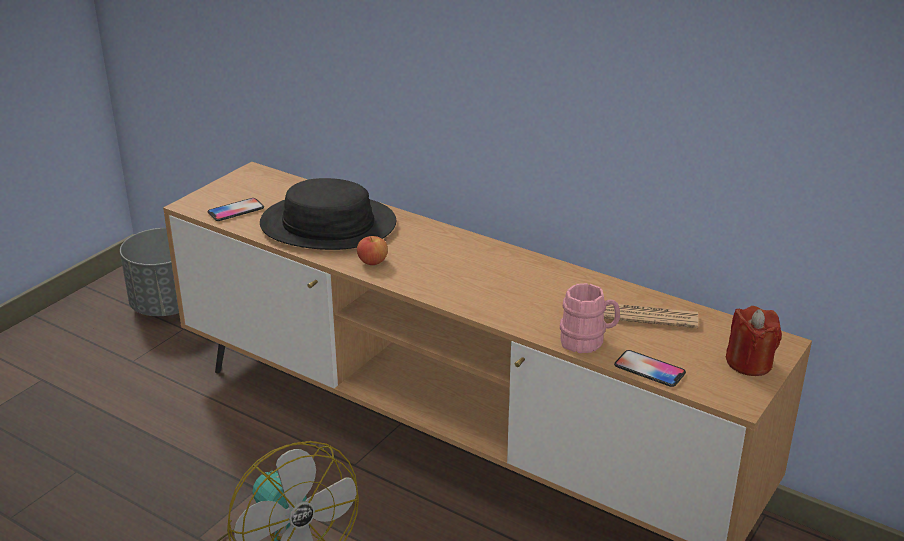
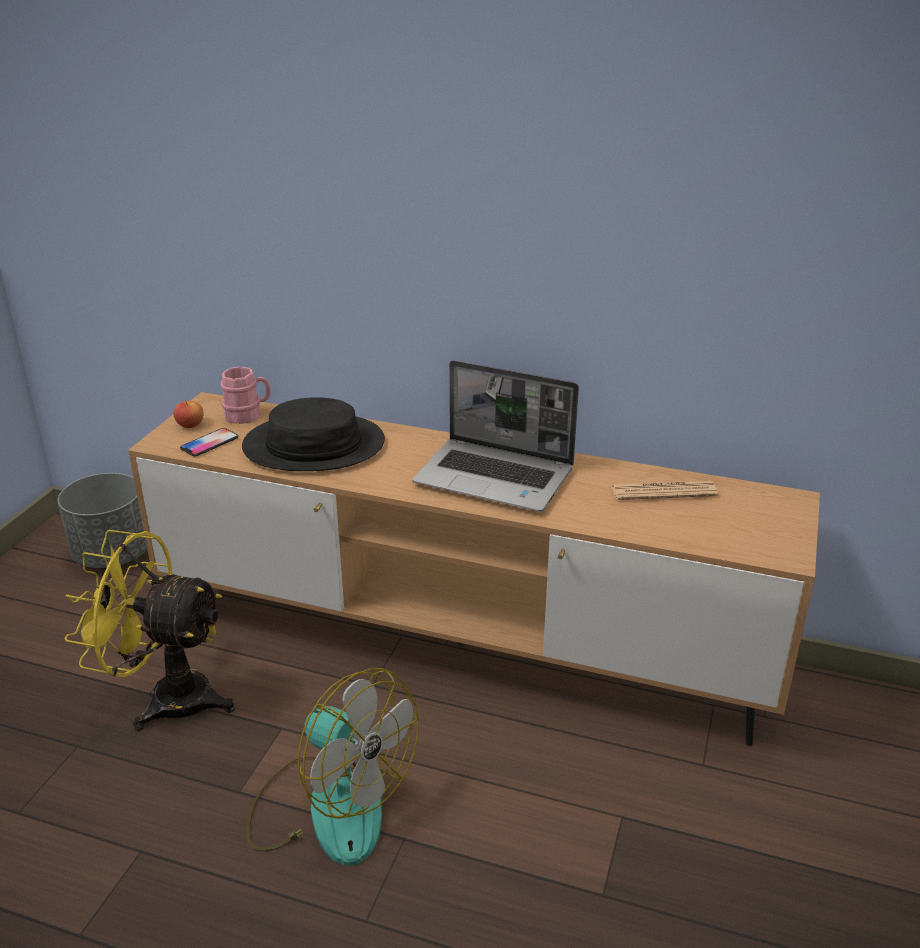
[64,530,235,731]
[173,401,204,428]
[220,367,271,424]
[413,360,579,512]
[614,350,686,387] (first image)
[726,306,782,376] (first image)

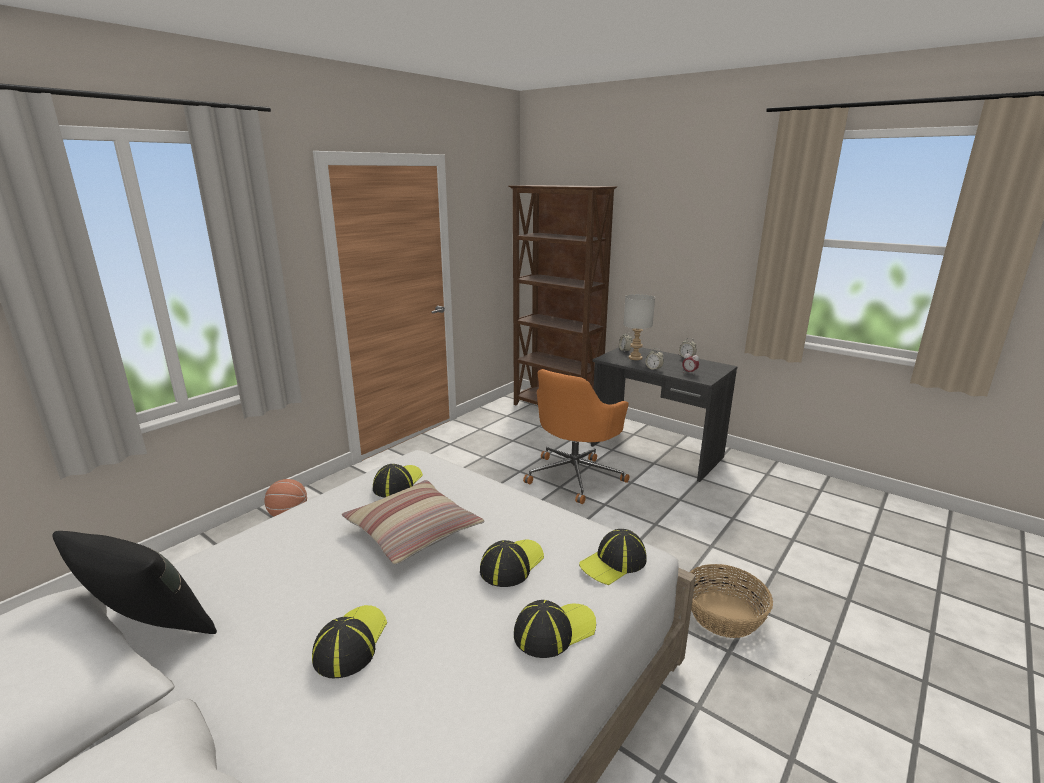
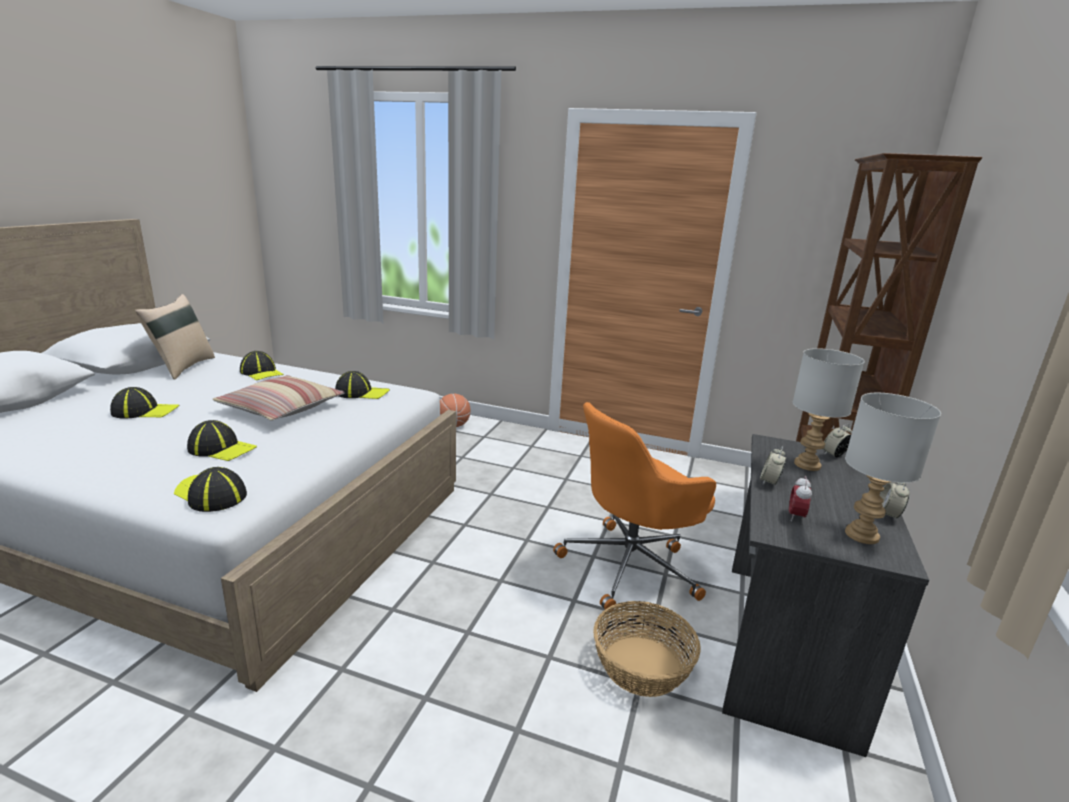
[135,294,215,380]
[240,351,284,380]
[553,402,716,612]
[593,601,701,697]
[845,393,941,544]

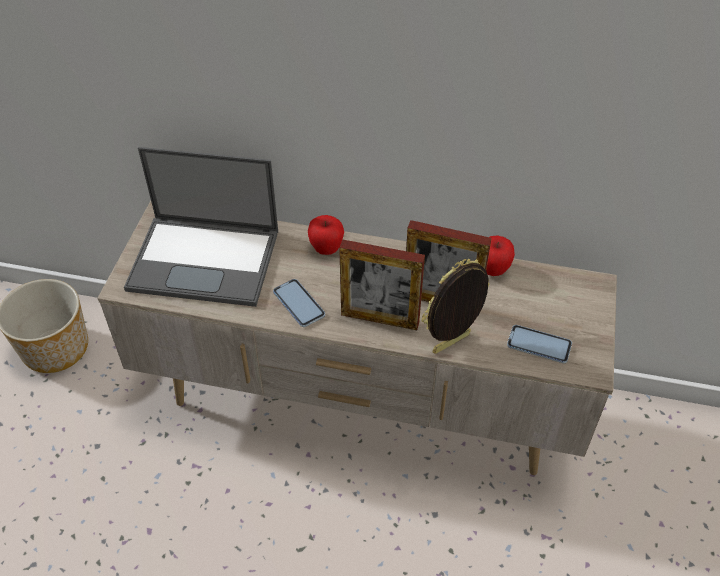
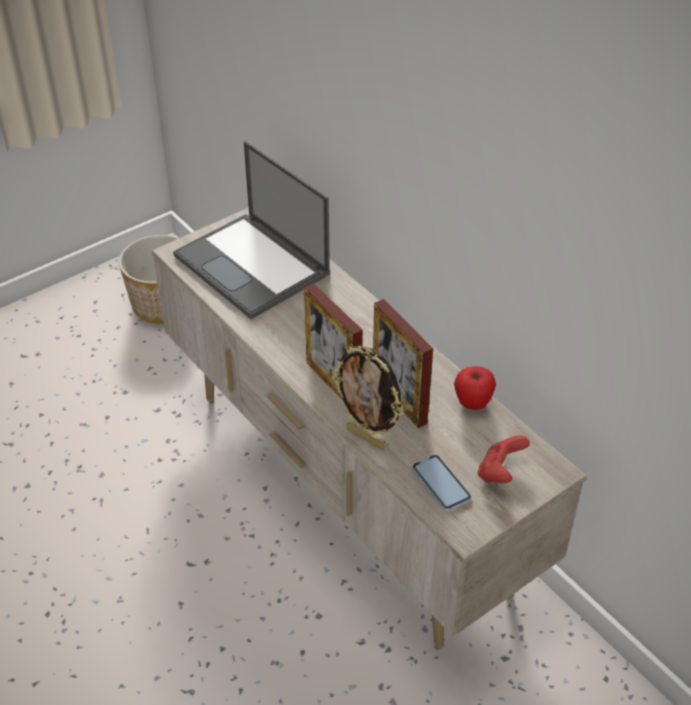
[332,345,404,450]
[478,435,530,483]
[273,279,325,327] (first image)
[308,215,344,255] (first image)

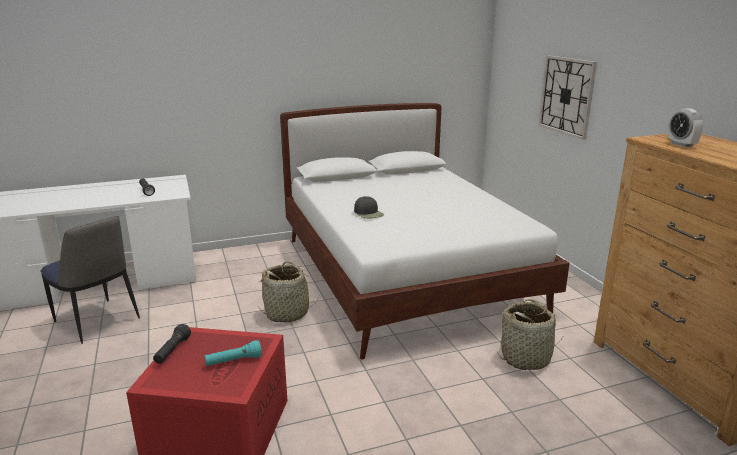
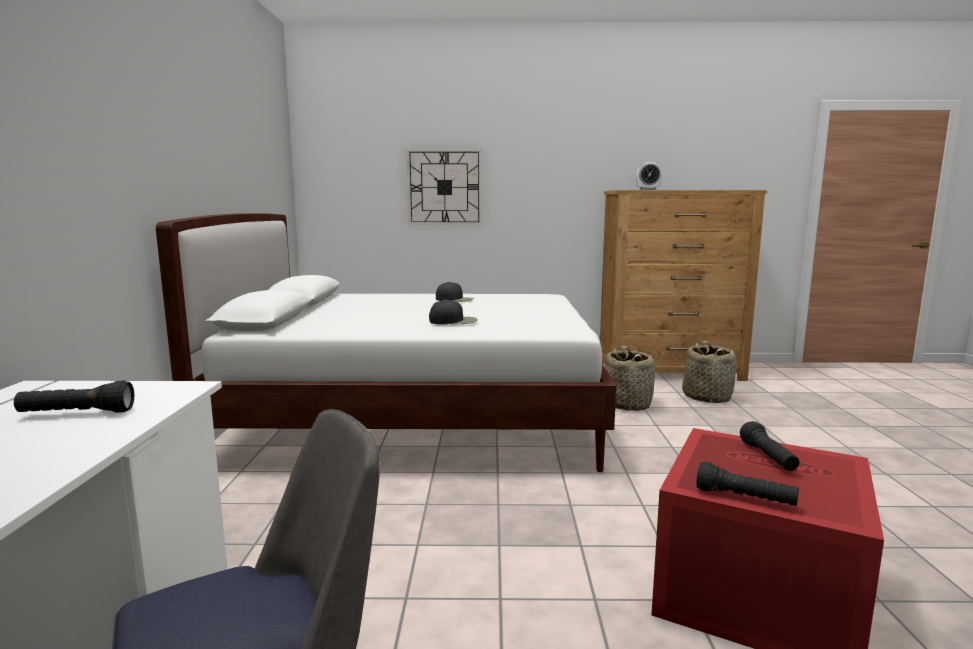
[436,282,474,302]
[682,340,736,403]
[740,421,799,471]

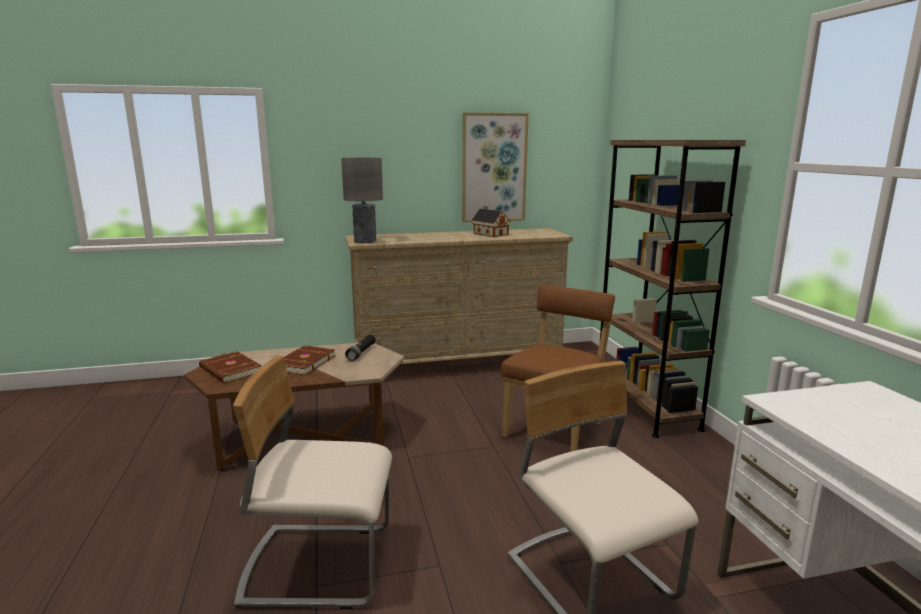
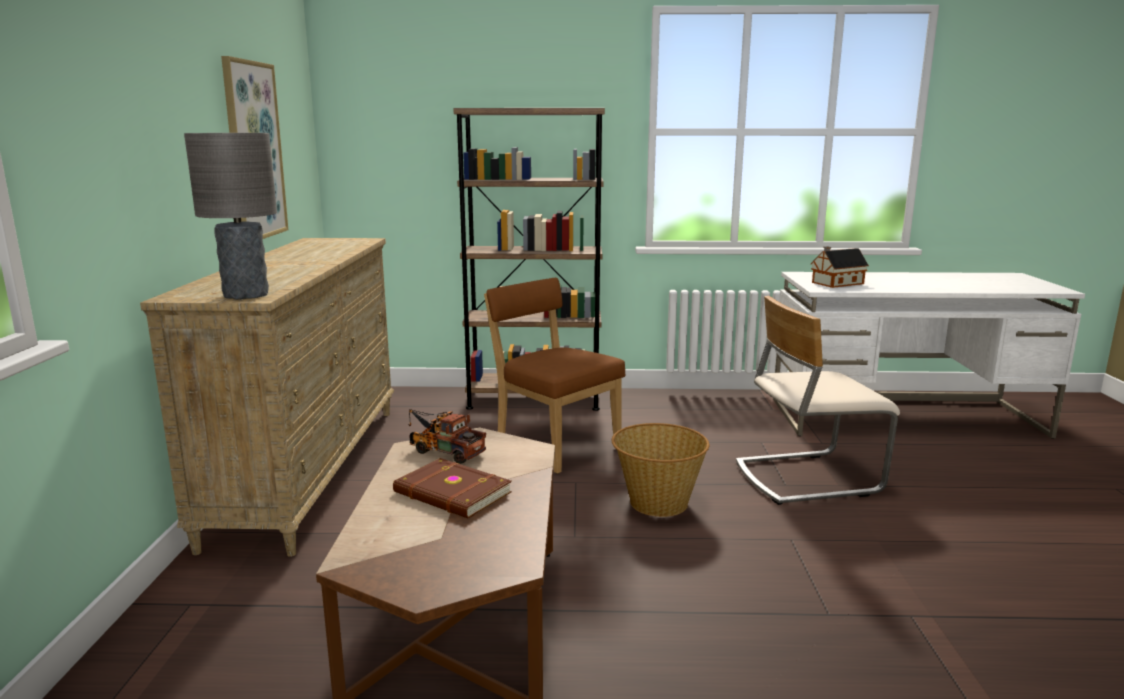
[408,409,486,464]
[612,423,709,517]
[811,246,869,288]
[199,351,262,383] (first image)
[233,356,392,609] (first image)

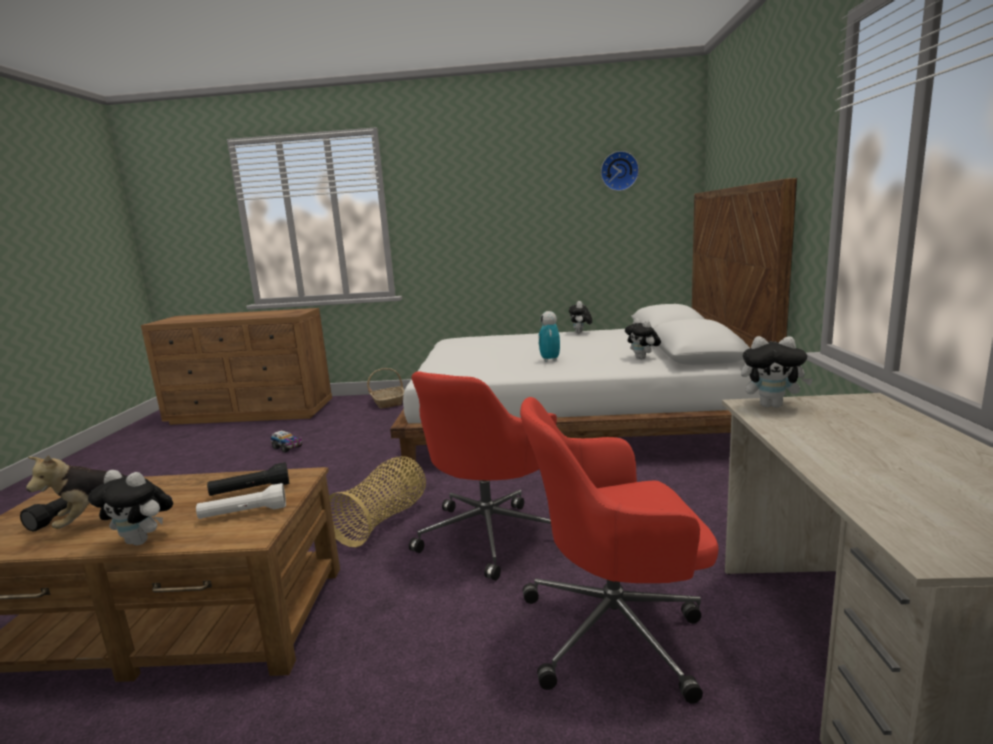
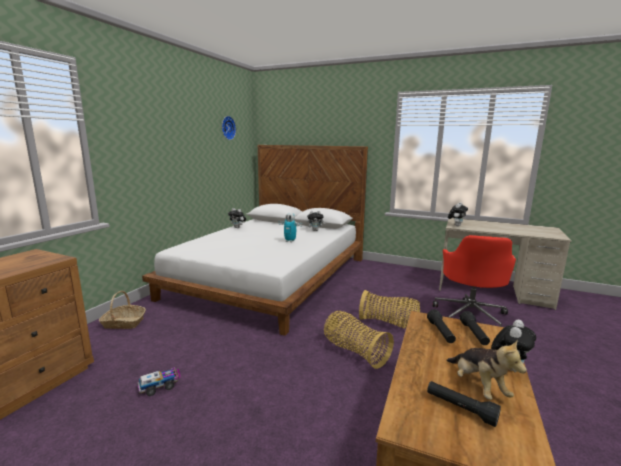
[359,290,420,329]
[460,311,490,345]

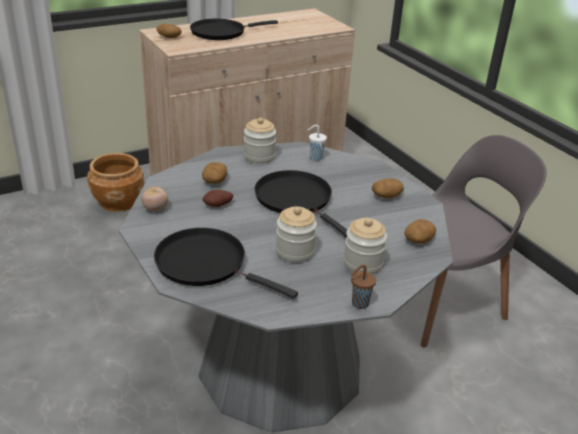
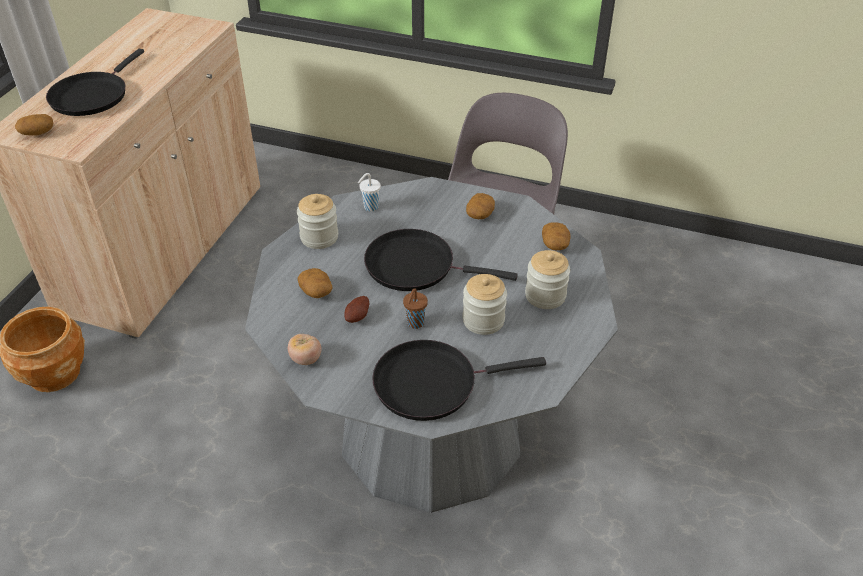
[403,288,428,329]

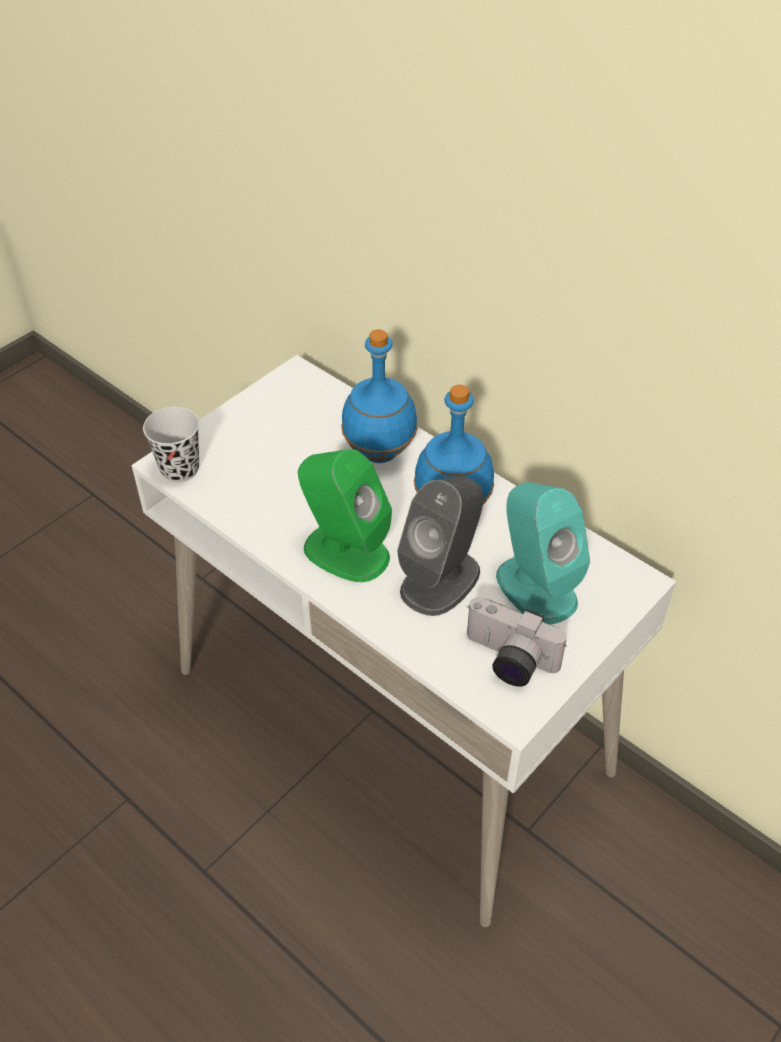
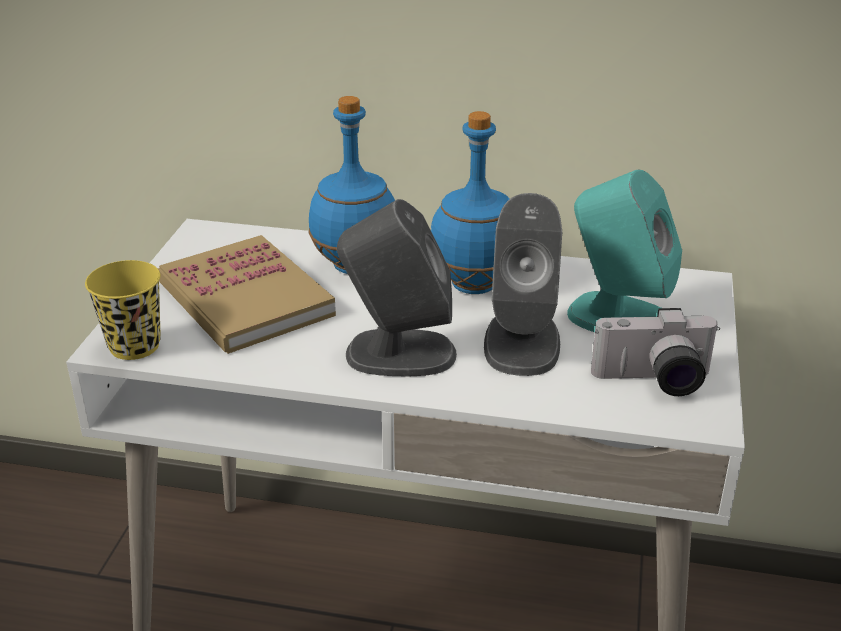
[85,260,161,360]
[158,235,336,354]
[337,199,457,376]

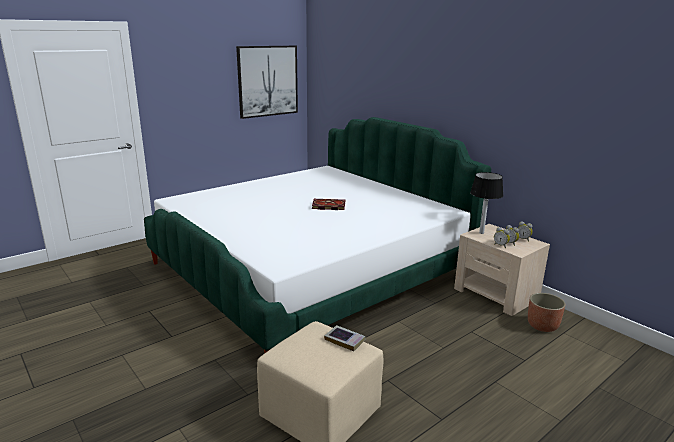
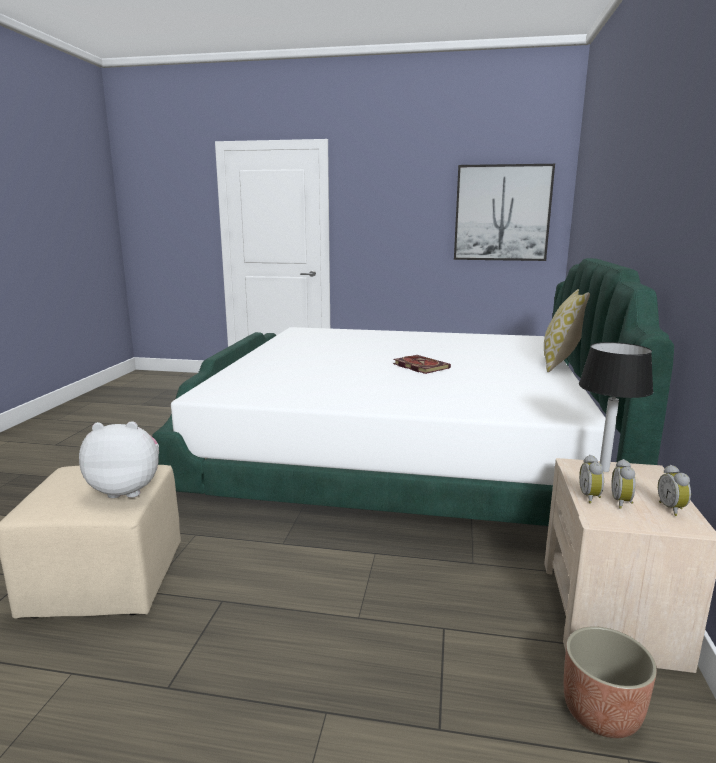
[79,421,159,498]
[544,289,590,372]

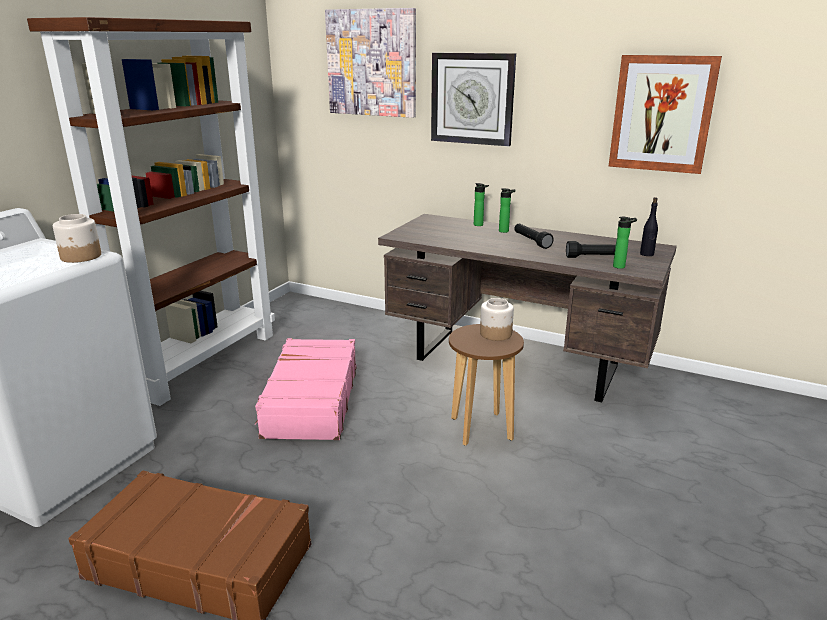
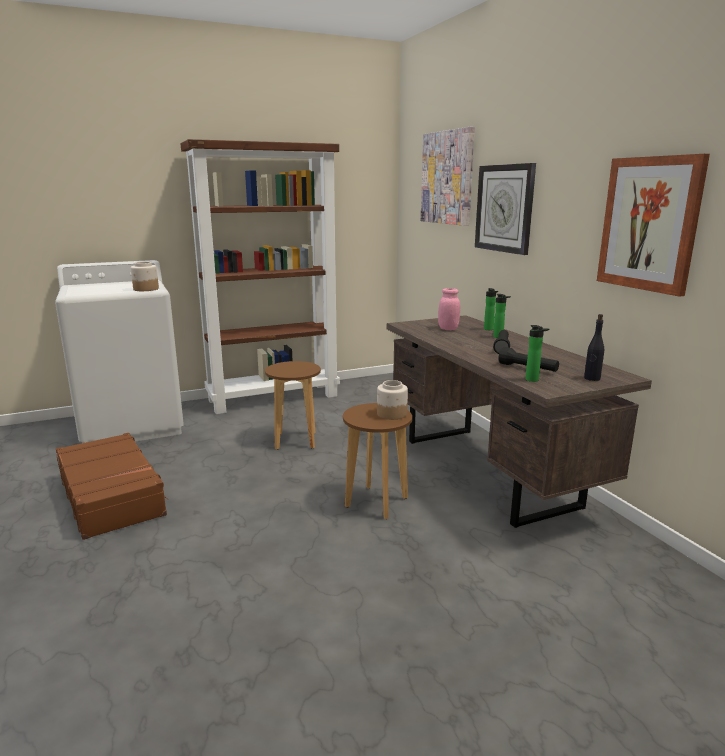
[265,361,321,450]
[438,288,460,330]

